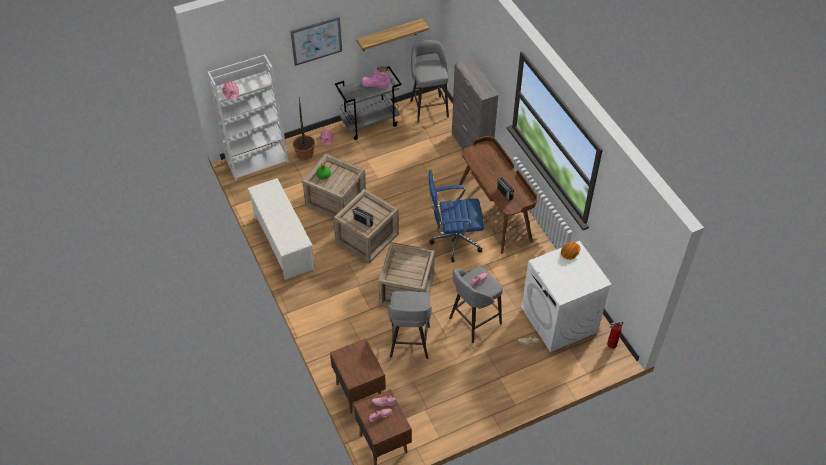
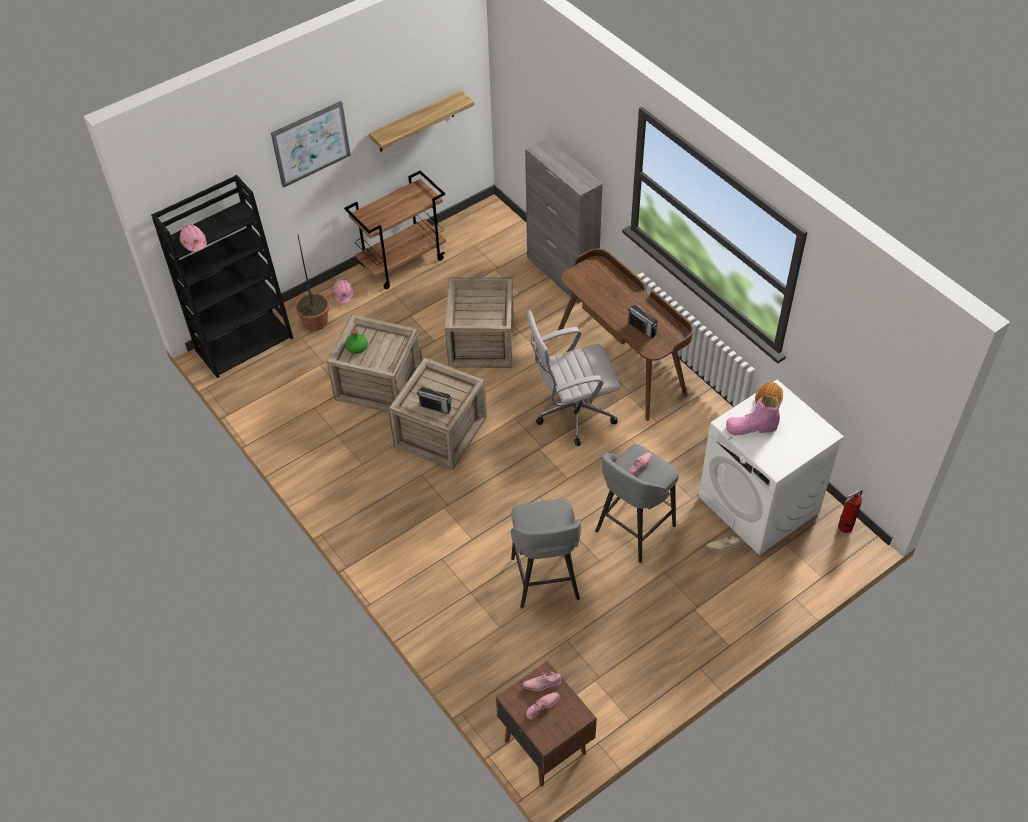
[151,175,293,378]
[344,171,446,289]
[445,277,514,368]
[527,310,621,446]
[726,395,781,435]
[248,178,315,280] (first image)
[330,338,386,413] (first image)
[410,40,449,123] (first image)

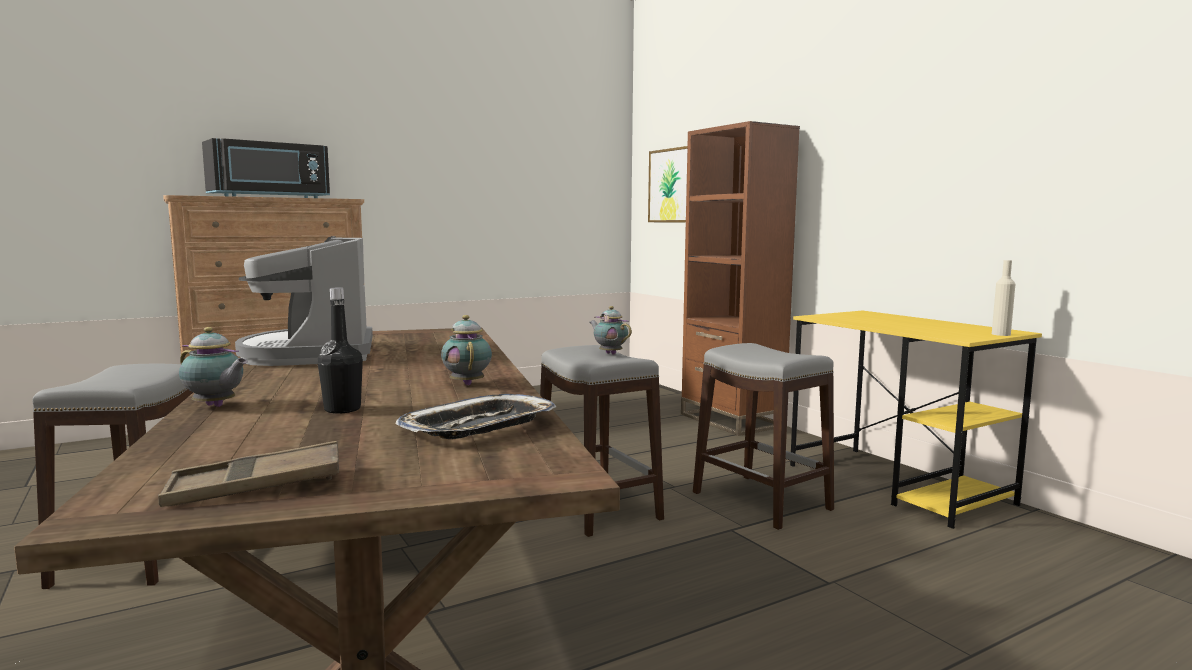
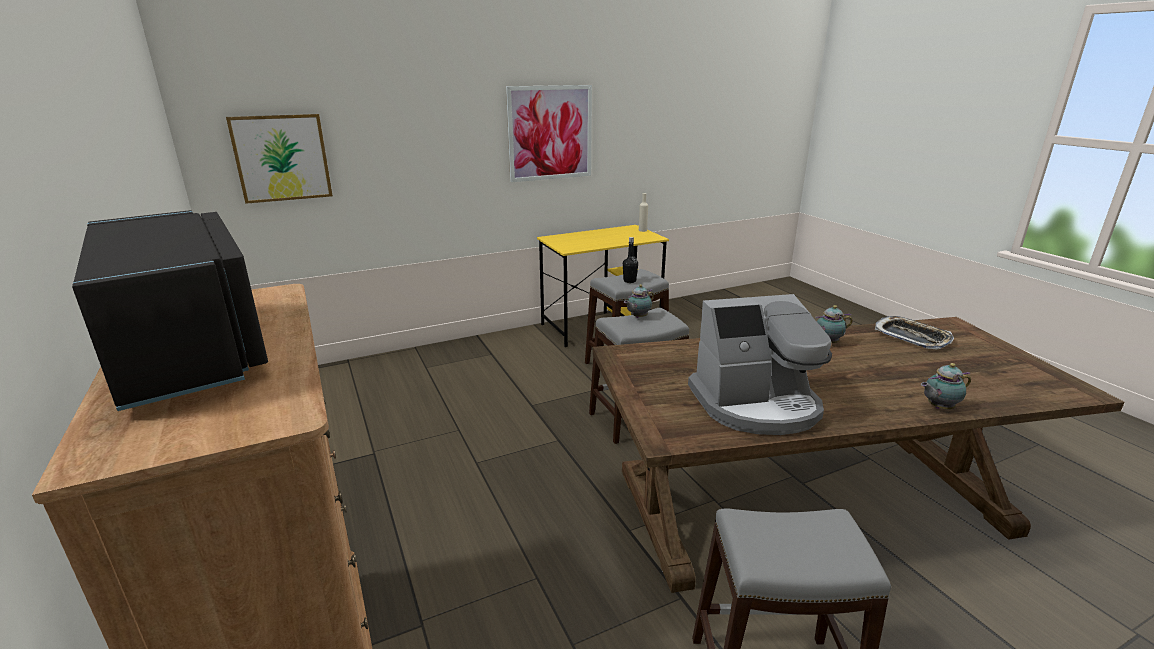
[506,85,592,182]
[623,237,638,283]
[921,363,971,409]
[158,441,339,507] (first image)
[681,121,800,436] (first image)

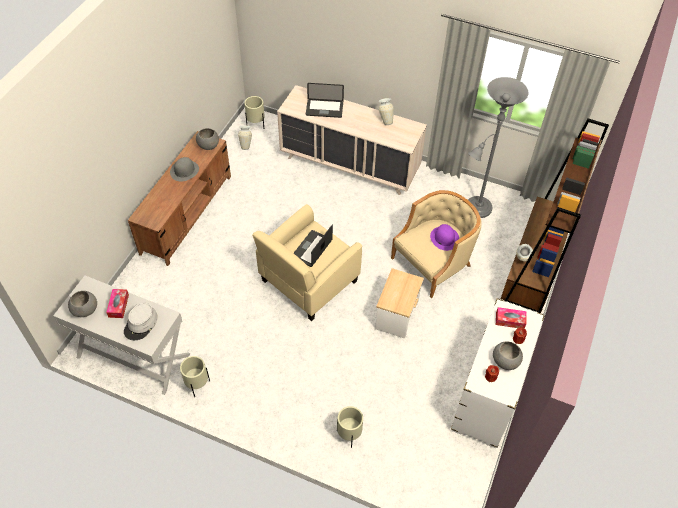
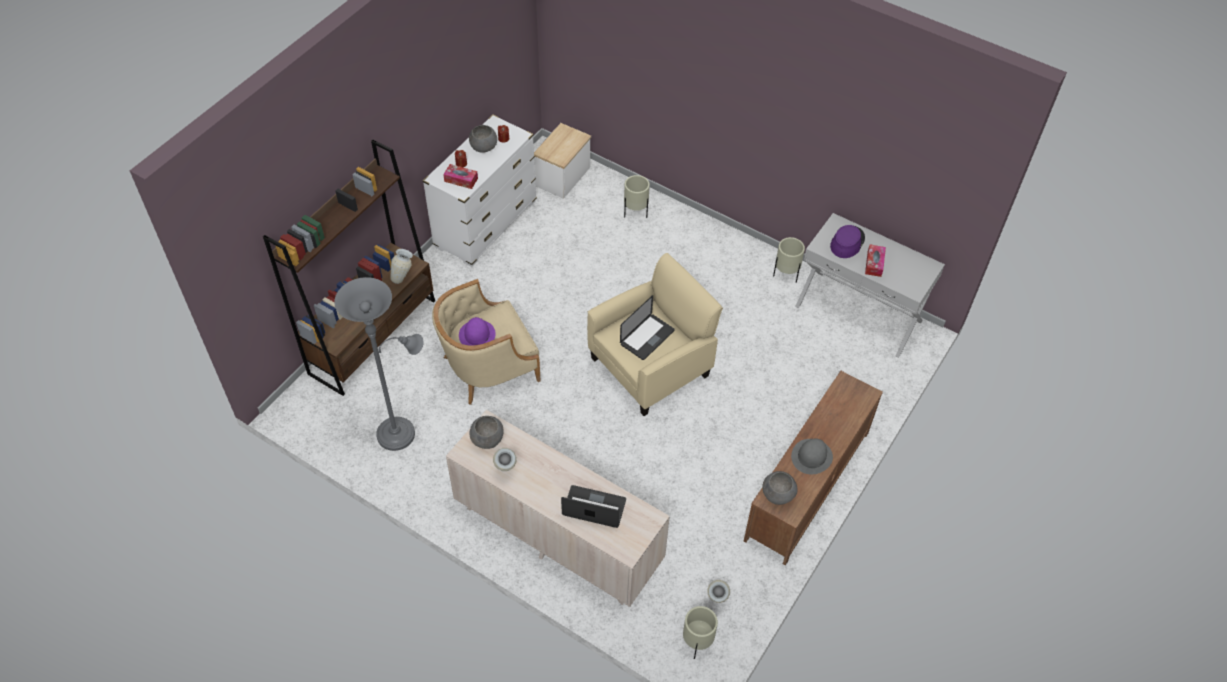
[469,416,503,449]
[534,123,591,199]
[830,225,865,258]

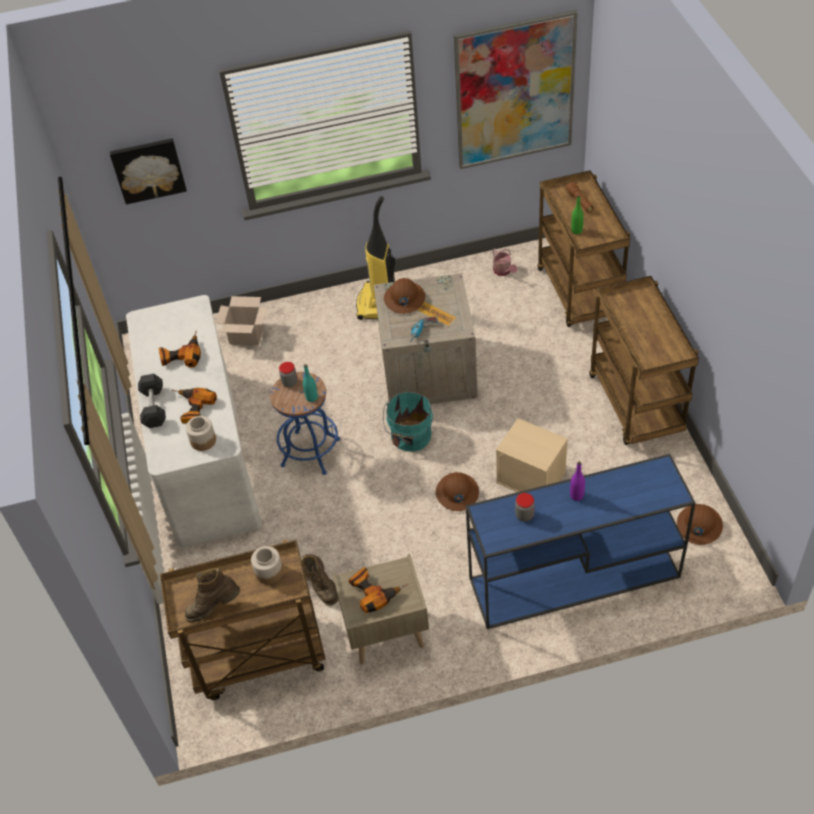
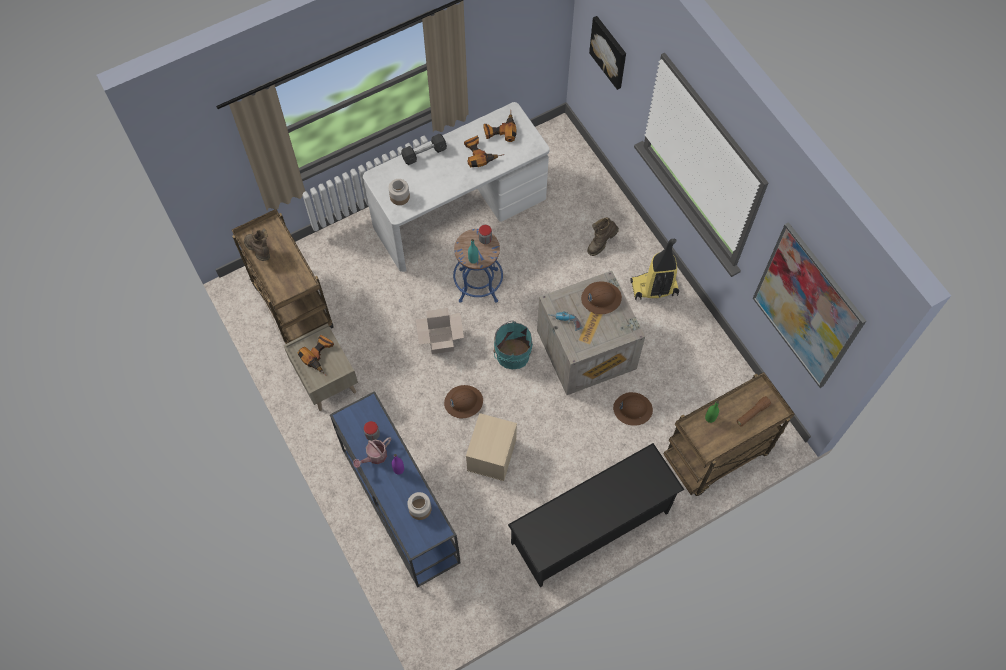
[353,437,391,468]
[407,492,431,520]
[416,308,464,354]
[483,110,516,142]
[508,443,684,587]
[587,217,619,256]
[613,392,653,426]

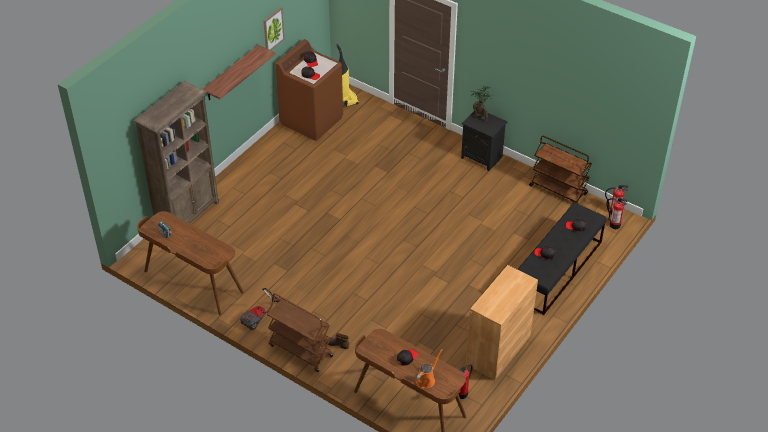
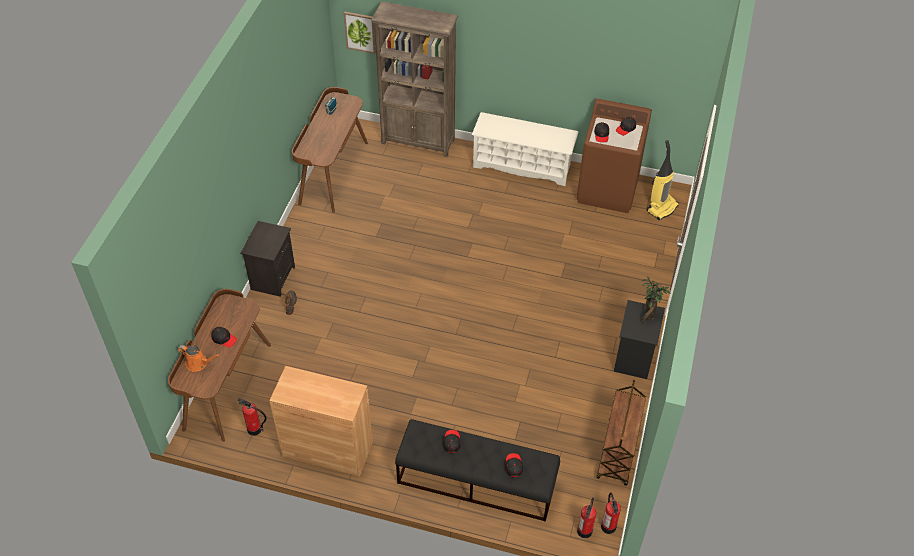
[240,221,295,297]
[344,11,376,54]
[472,112,578,186]
[203,45,276,100] (first image)
[240,288,281,330] (first image)

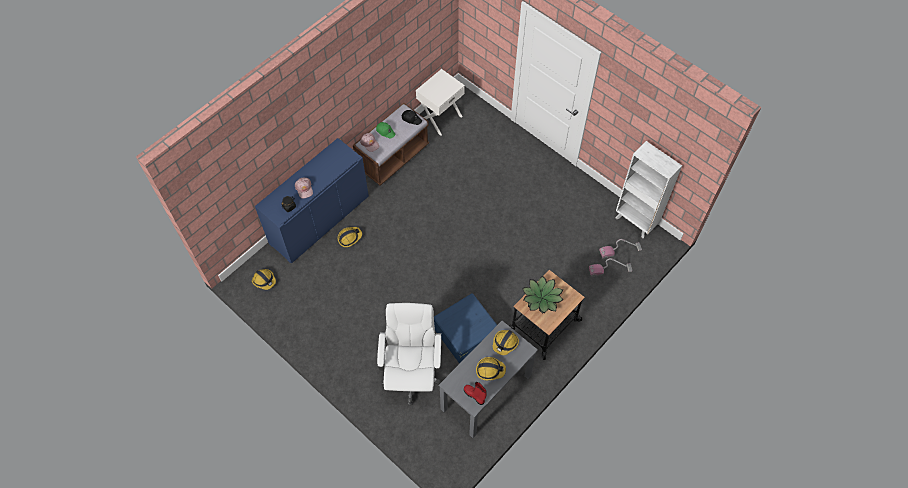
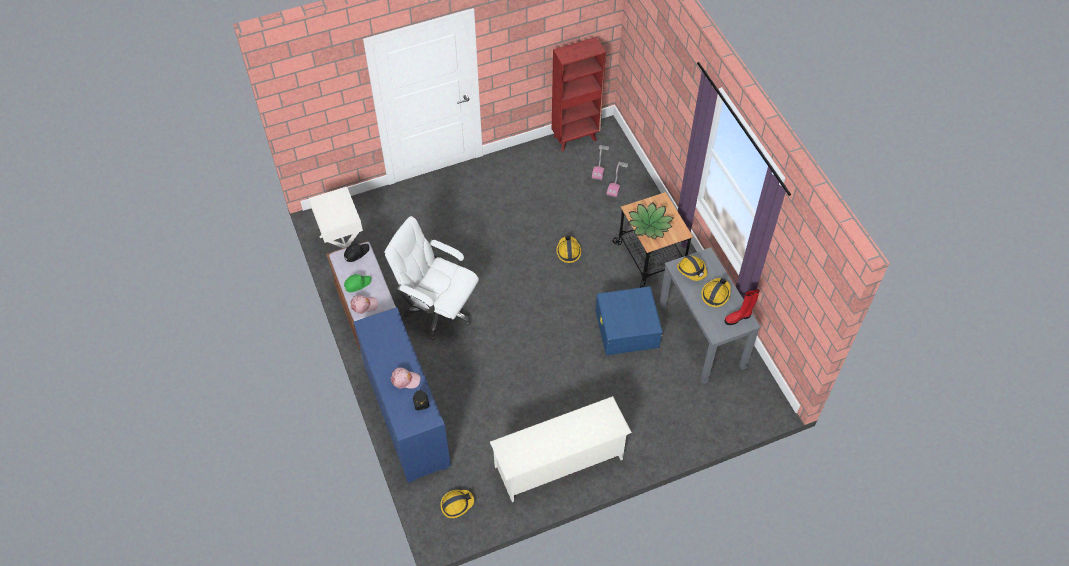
[384,216,479,340]
[490,396,632,502]
[552,37,606,152]
[556,236,581,263]

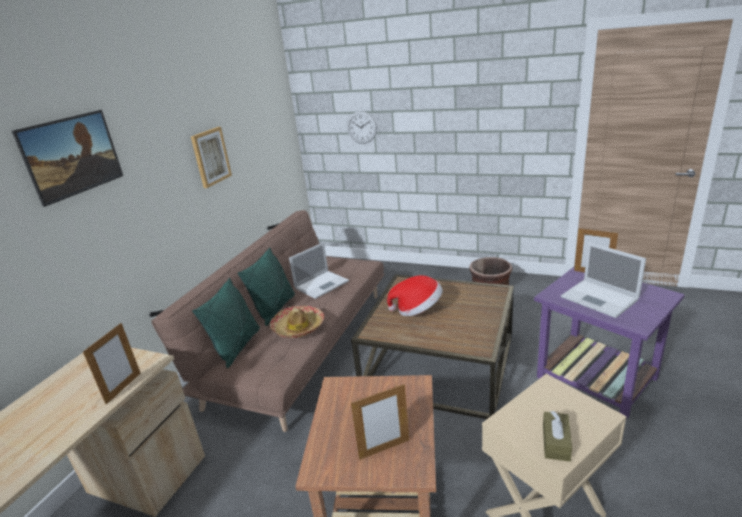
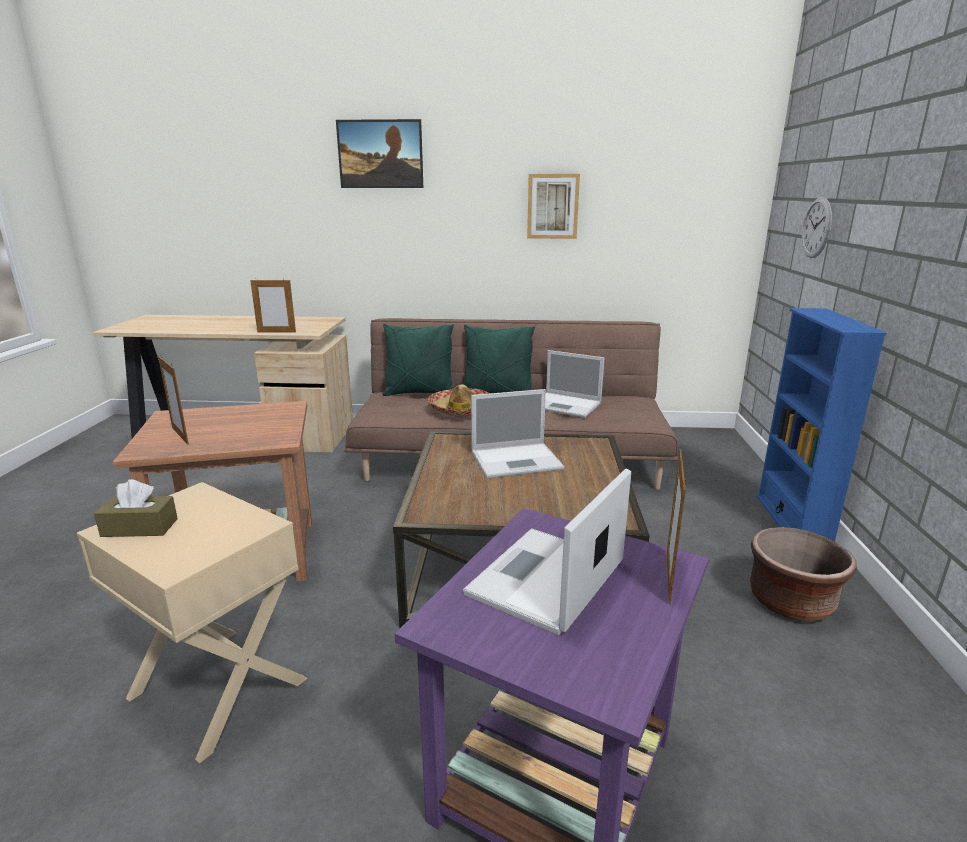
[471,389,565,478]
[756,308,887,541]

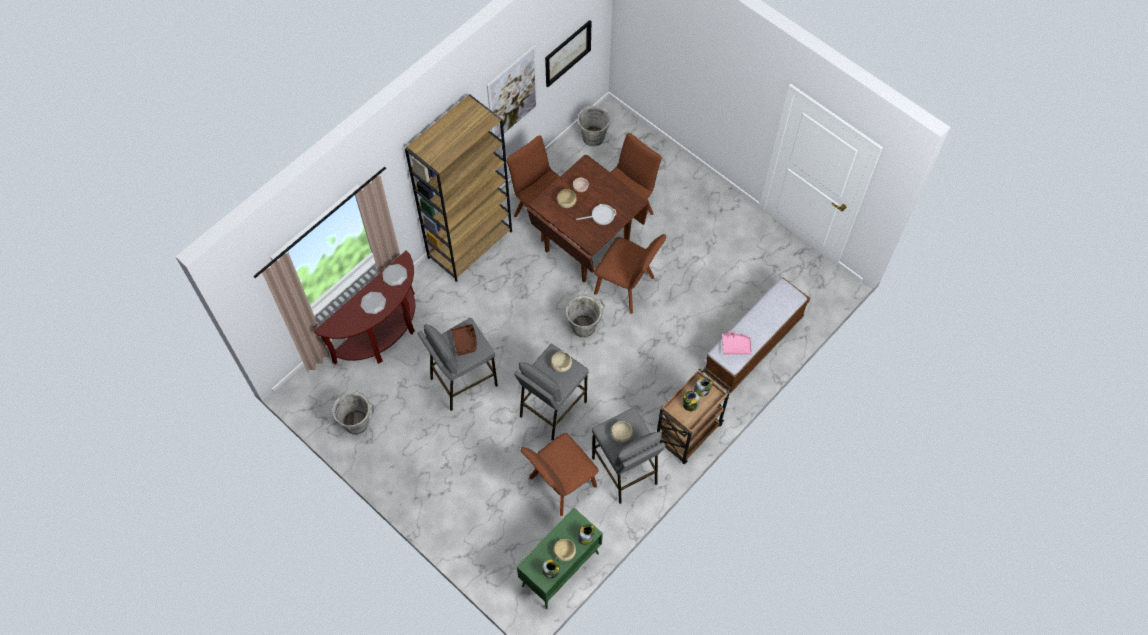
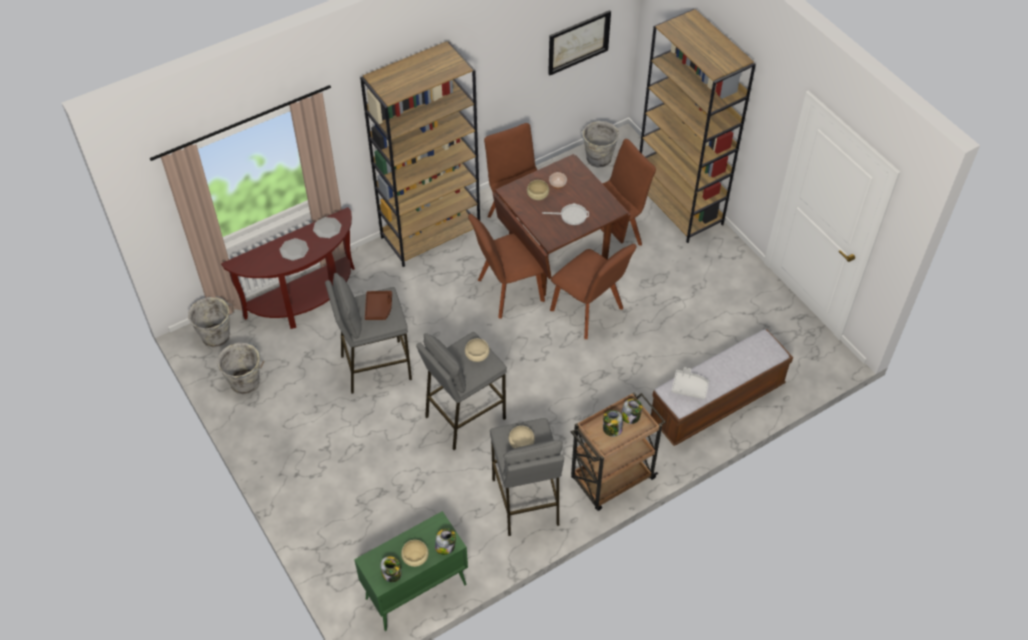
[188,296,234,348]
[468,214,545,319]
[640,9,756,243]
[672,367,709,399]
[487,45,538,139] (first image)

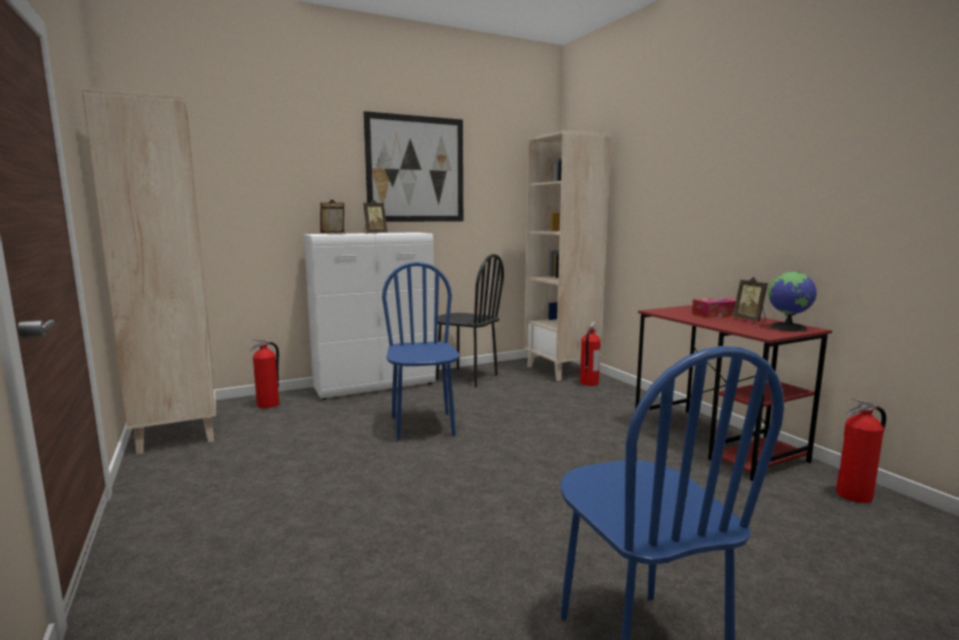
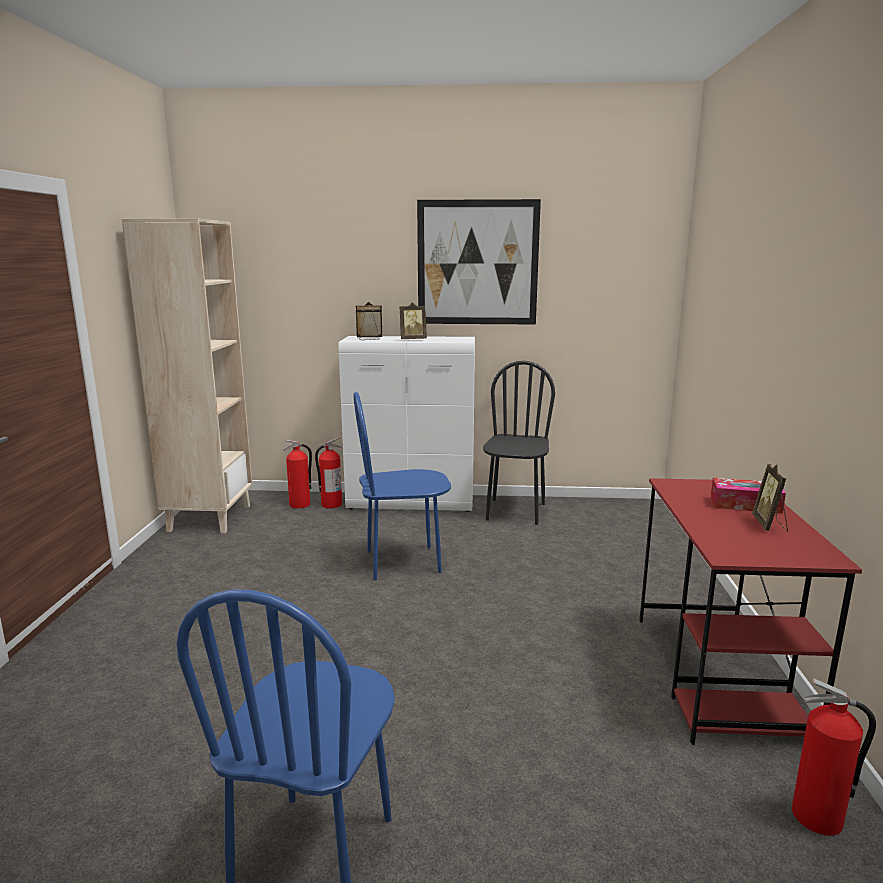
[315,437,342,509]
[353,392,451,580]
[483,361,555,525]
[524,130,611,381] (first image)
[768,271,817,331] (first image)

